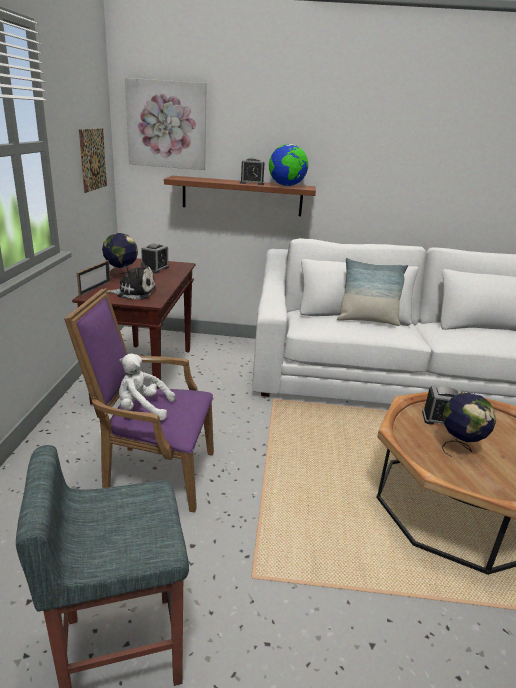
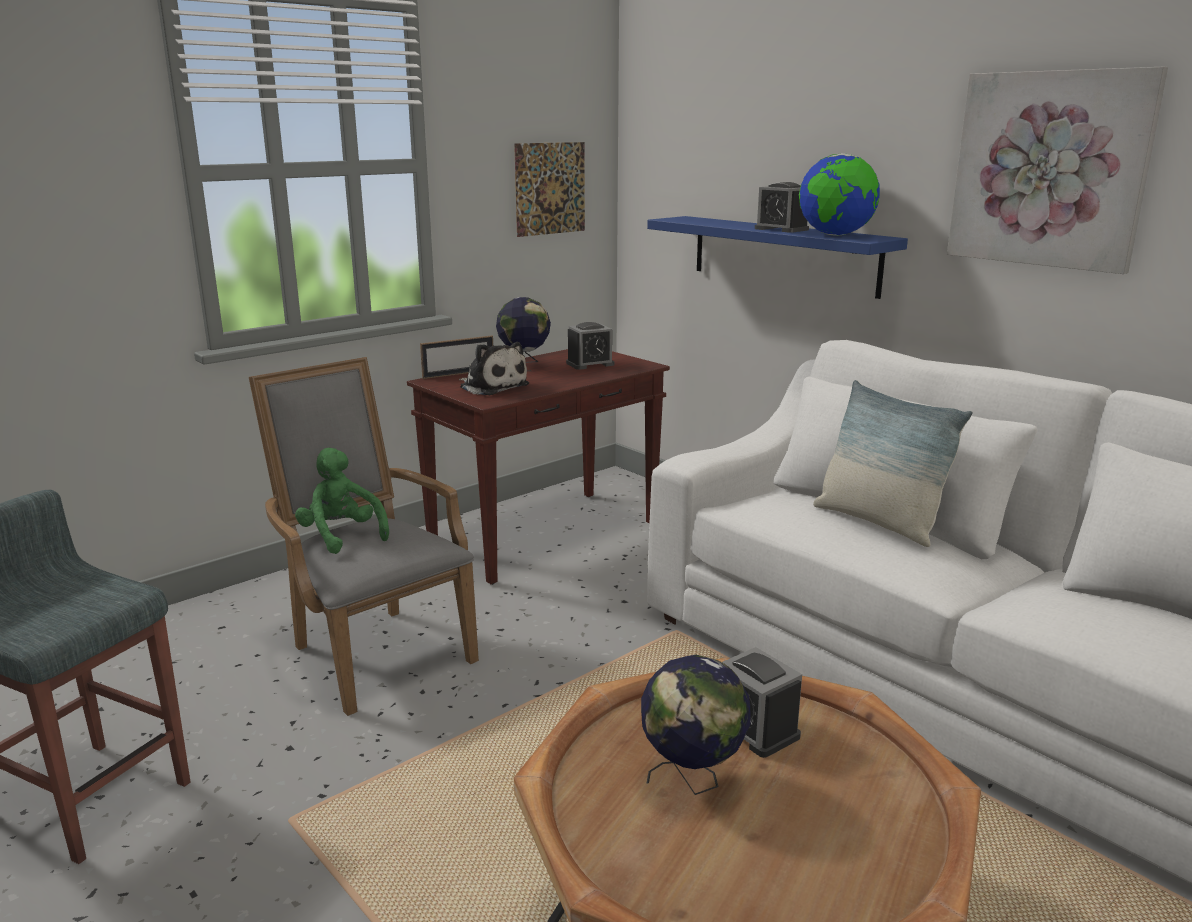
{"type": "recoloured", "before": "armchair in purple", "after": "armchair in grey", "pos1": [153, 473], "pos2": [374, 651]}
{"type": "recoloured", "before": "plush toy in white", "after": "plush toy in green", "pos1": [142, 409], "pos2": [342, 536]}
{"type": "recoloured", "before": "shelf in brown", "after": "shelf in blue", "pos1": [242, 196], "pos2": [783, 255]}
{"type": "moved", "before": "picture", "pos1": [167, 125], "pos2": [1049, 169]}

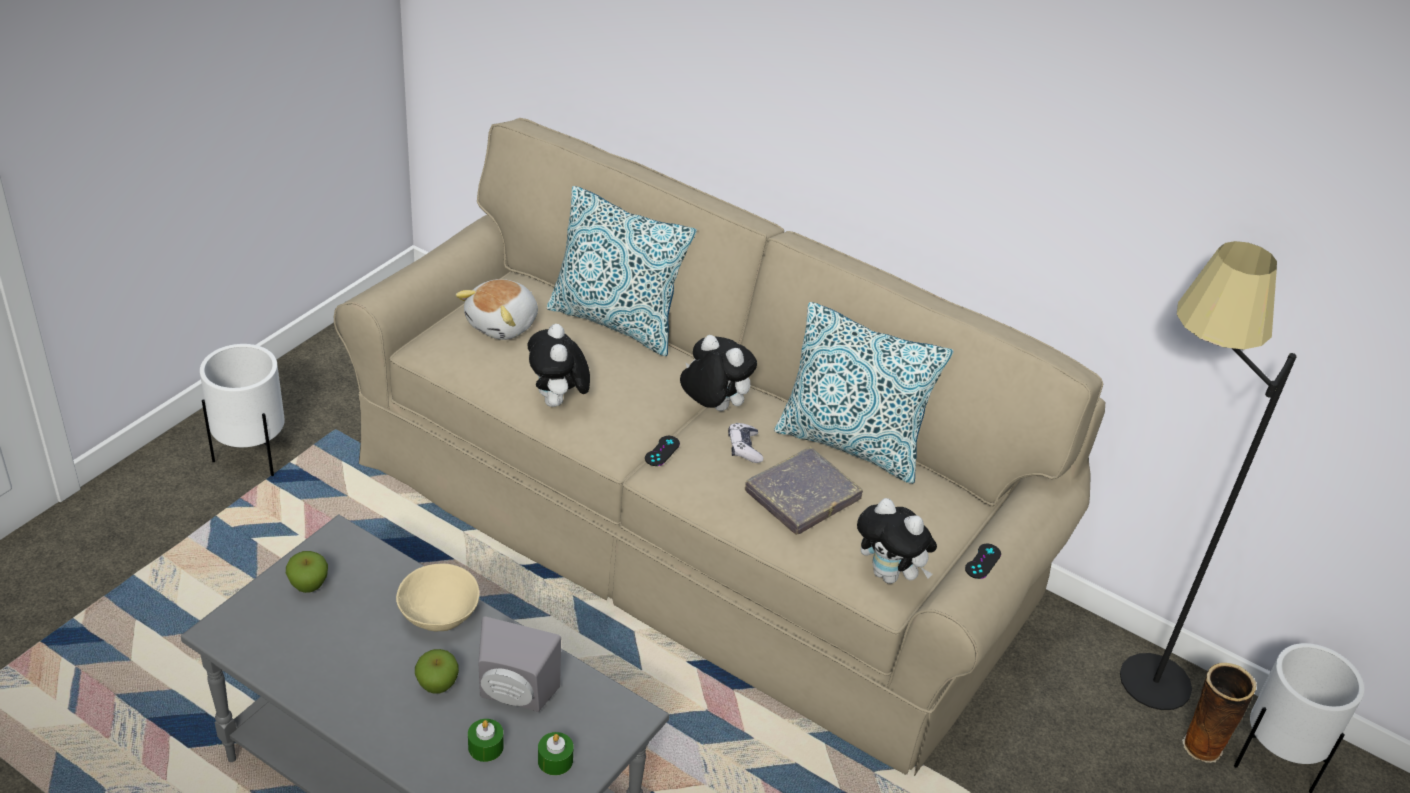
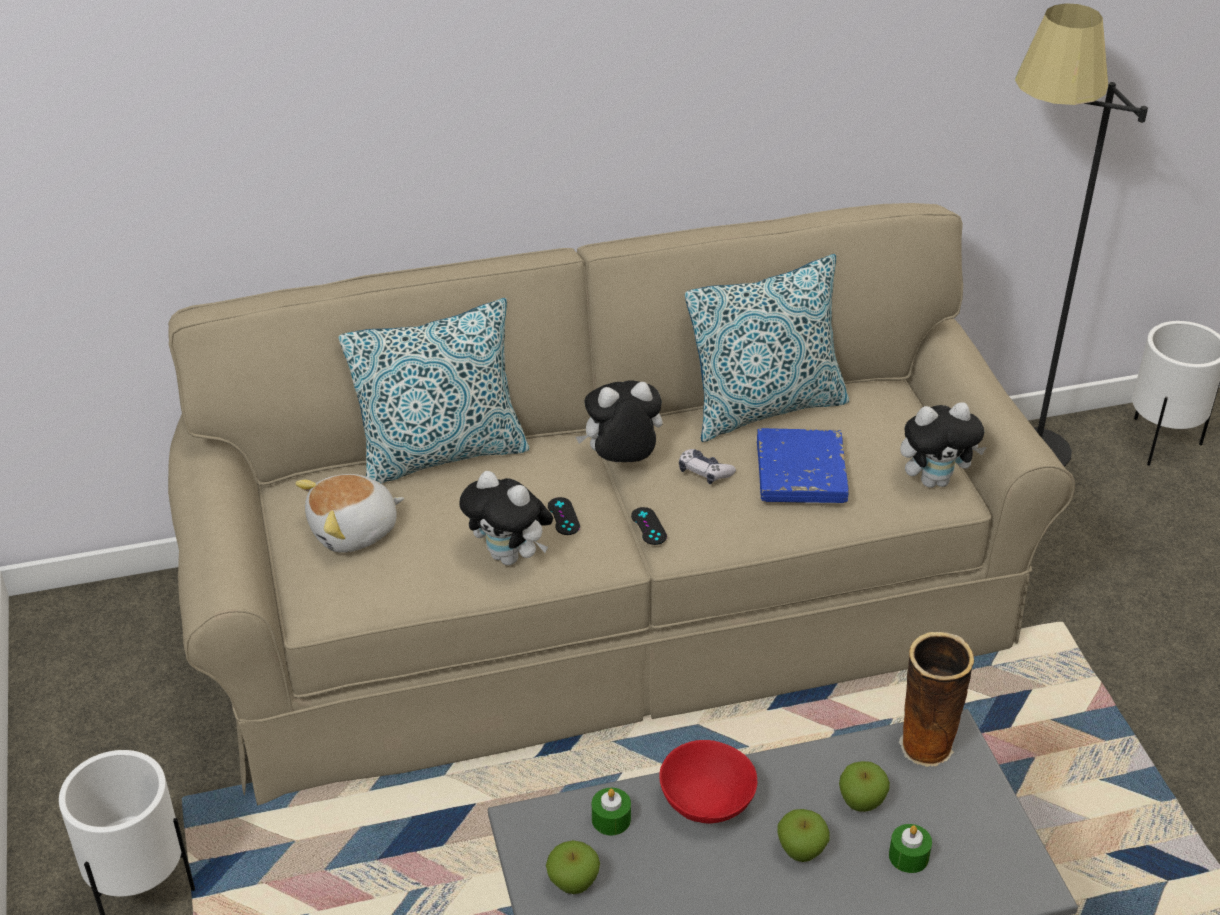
{"type": "turned", "before": "plush toy", "pos1": [503, 324], "pos2": [354, 531], "turn": 75}
{"type": "moved", "before": "game controller in black", "pos1": [982, 561], "pos2": [563, 516]}
{"type": "moved", "before": "candle in green", "pos1": [555, 760], "pos2": [611, 819]}
{"type": "recoloured", "before": "bowl in beige", "after": "bowl in red", "pos1": [438, 614], "pos2": [706, 802]}
{"type": "recoloured", "before": "book in grey", "after": "book in blue", "pos1": [802, 496], "pos2": [800, 472]}
{"type": "replaced", "before": "speaker in grey", "after": "apple", "pos1": [513, 696], "pos2": [861, 802]}
{"type": "moved", "before": "vase", "pos1": [1200, 746], "pos2": [925, 748]}

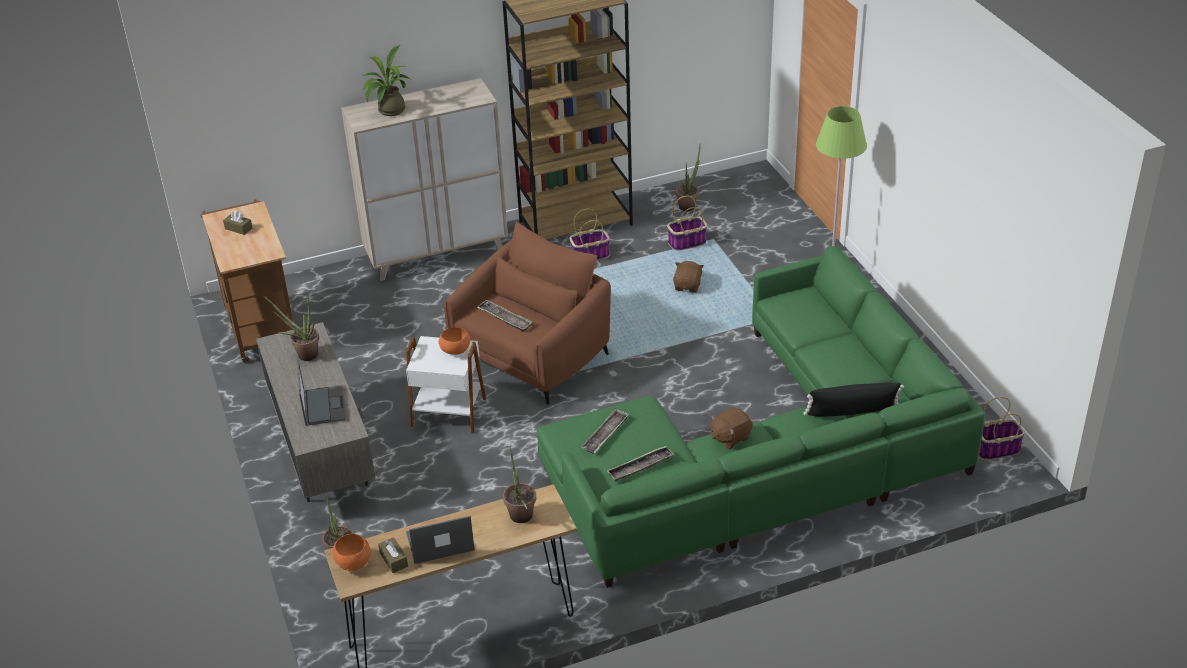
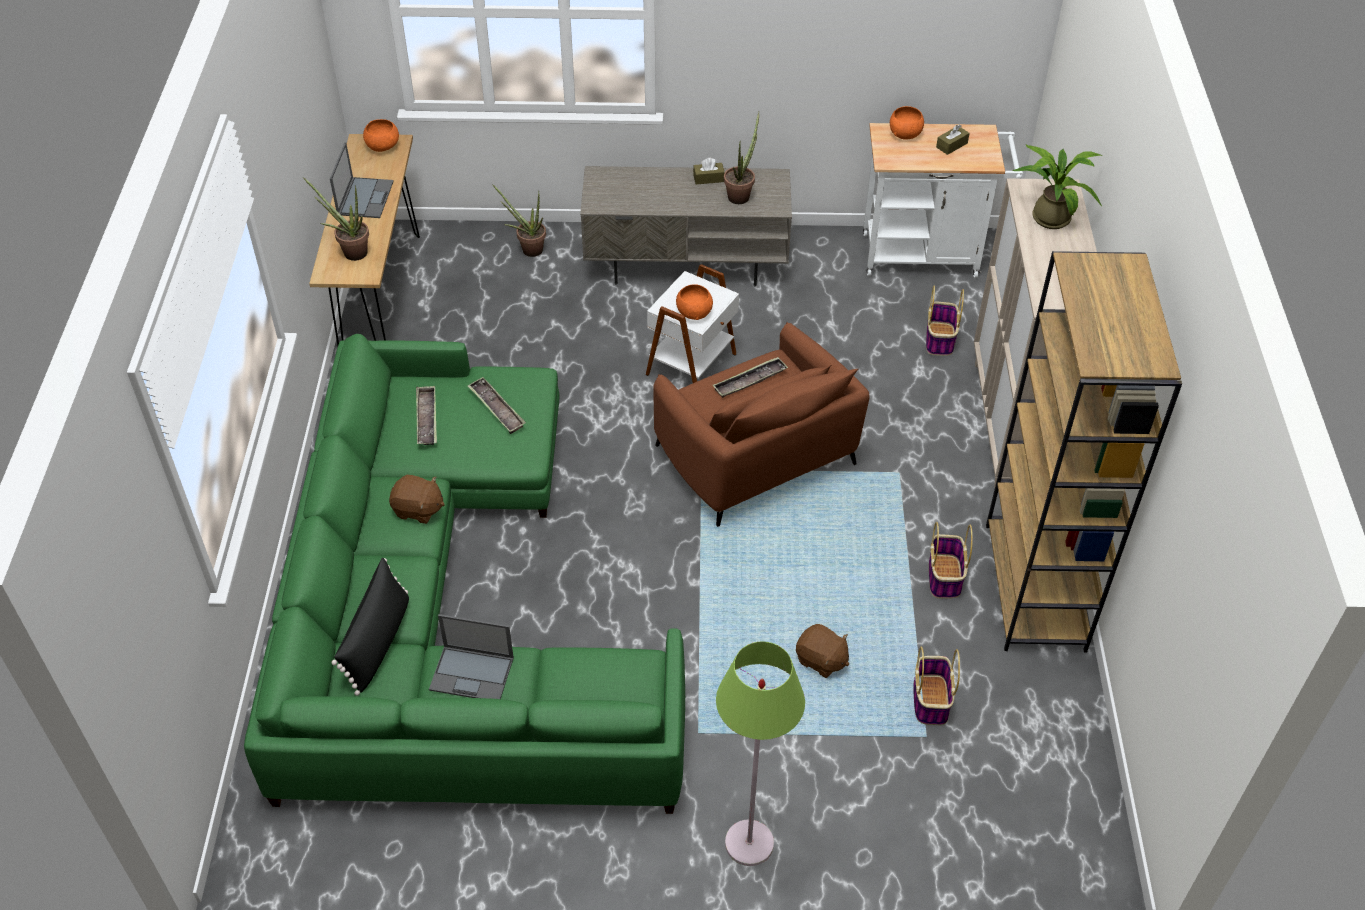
{"type": "turned", "before": "plush toy in brown", "pos1": [730, 437], "pos2": [418, 510], "turn": 120}
{"type": "moved", "before": "laptop", "pos1": [323, 405], "pos2": [473, 673]}
{"type": "moved", "before": "tissue box in brown", "pos1": [393, 560], "pos2": [708, 178]}
{"type": "recoloured", "before": "cart in brown", "after": "cart in white", "pos1": [260, 325], "pos2": [928, 255]}
{"type": "added", "after": "bowl in orange", "pos2": [905, 134]}
{"type": "moved", "before": "basket", "pos1": [997, 449], "pos2": [940, 340]}
{"type": "removed", "before": "potted plant", "pos1": [688, 205]}

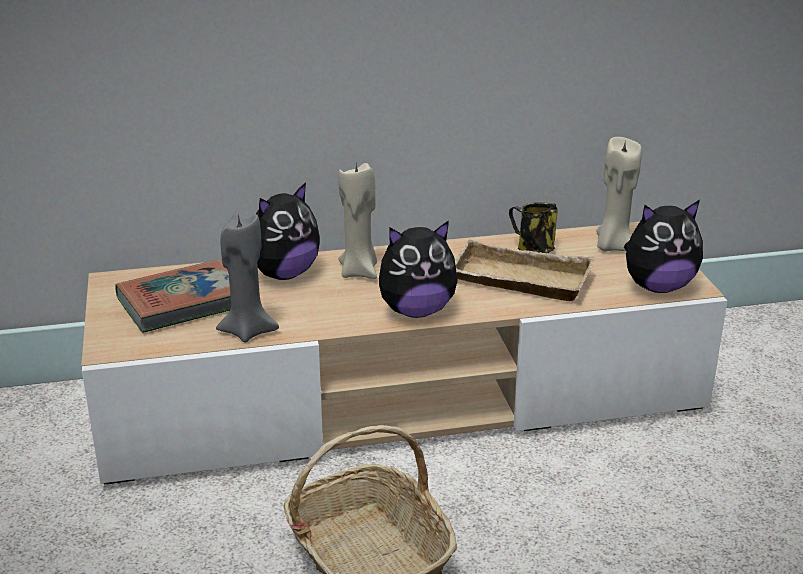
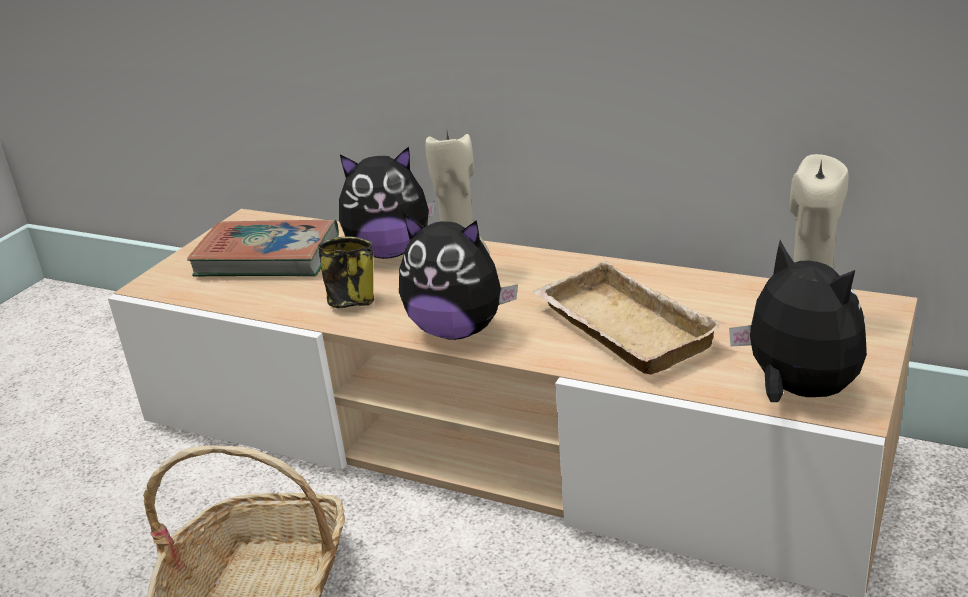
{"type": "moved", "before": "mug", "pos1": [533, 251], "pos2": [350, 300]}
{"type": "turned", "before": "plush toy", "pos1": [658, 287], "pos2": [797, 392], "turn": -150}
{"type": "removed", "before": "candle in grey", "pos1": [248, 331]}

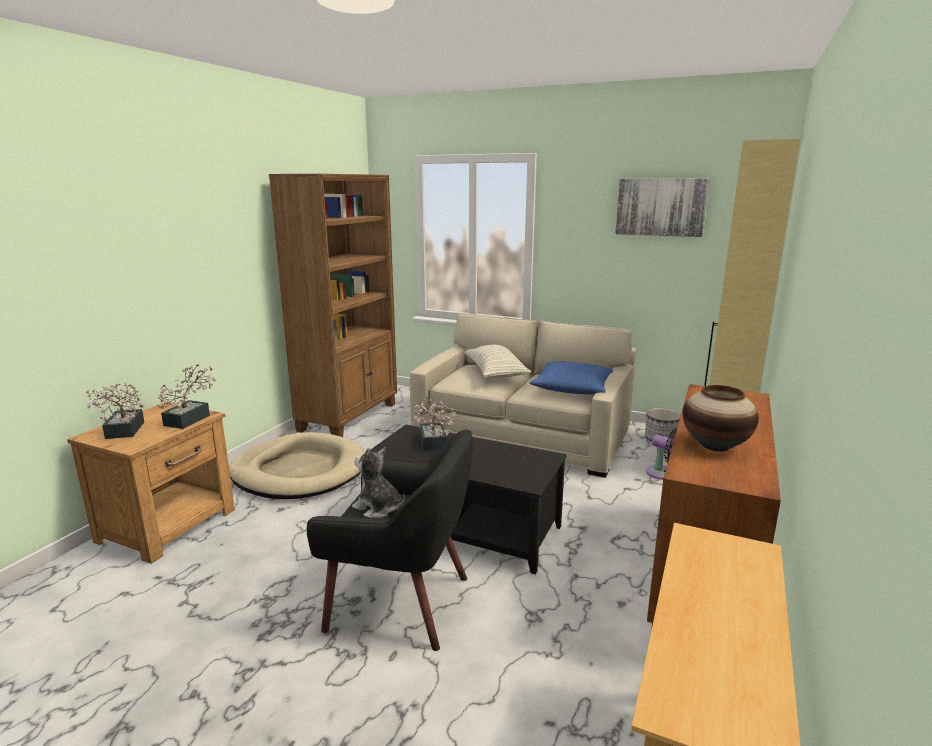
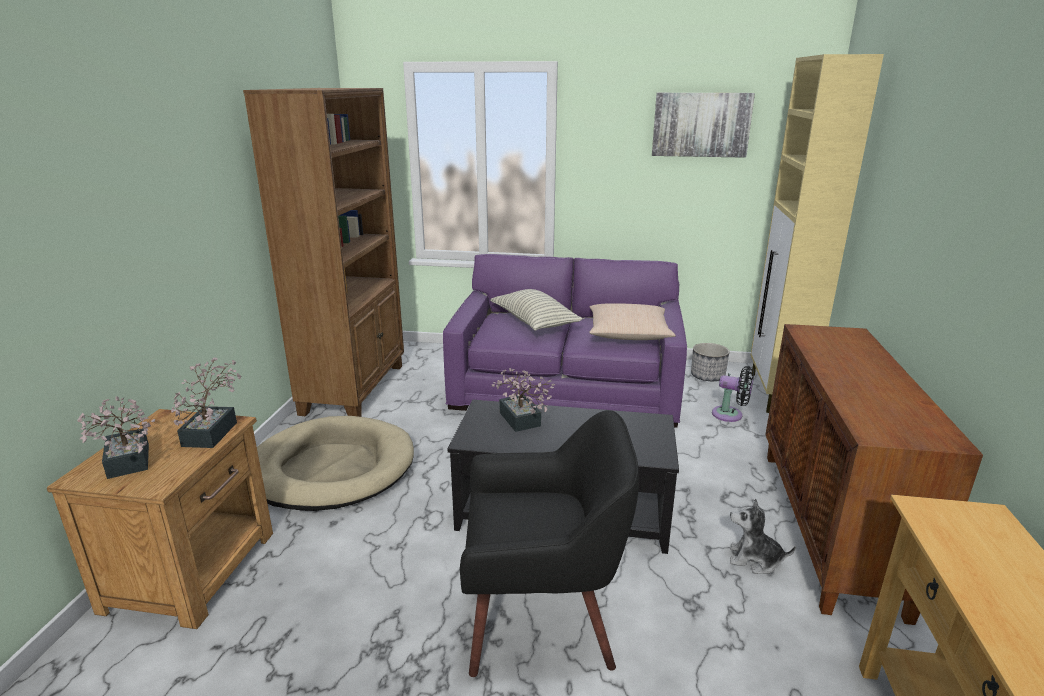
{"type": "recoloured", "before": "sofa in beige", "after": "sofa in purple", "pos1": [524, 434], "pos2": [567, 387]}
{"type": "recoloured", "before": "pillow in blue", "after": "pillow in beige", "pos1": [572, 388], "pos2": [628, 333]}
{"type": "moved", "before": "plush toy", "pos1": [378, 508], "pos2": [754, 560]}
{"type": "removed", "before": "vase", "pos1": [715, 446]}

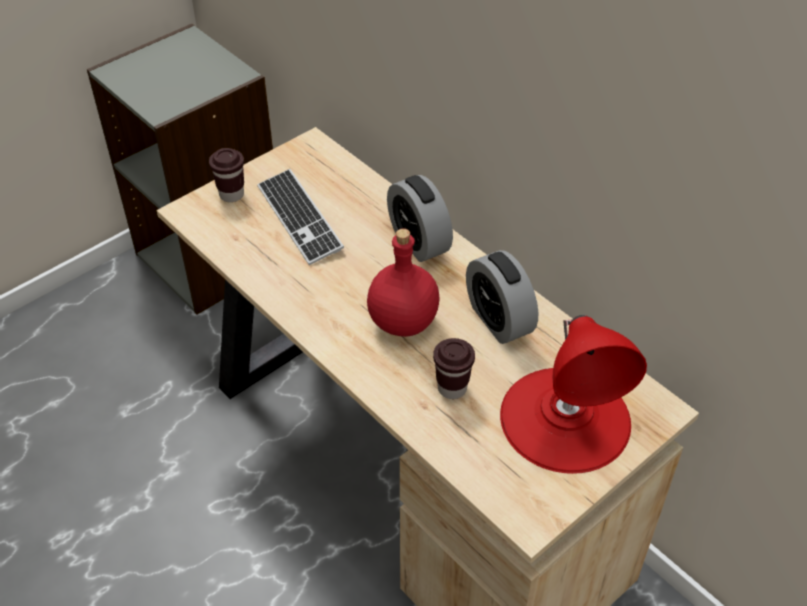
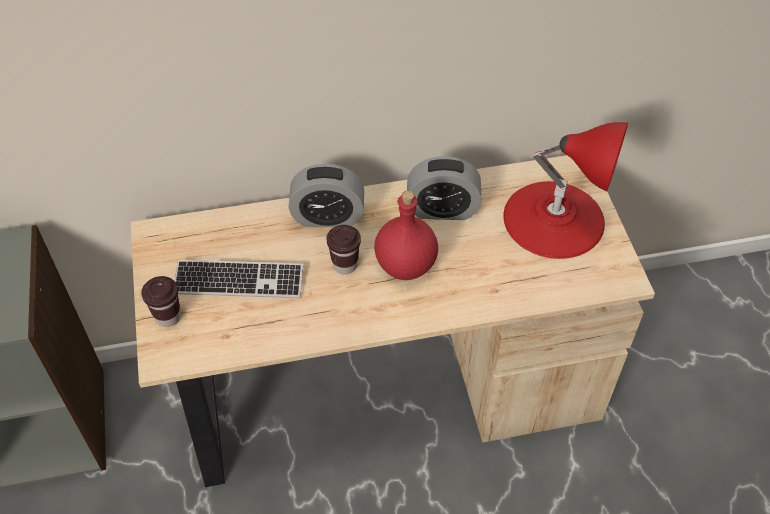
{"type": "moved", "before": "cup in brown", "pos1": [452, 388], "pos2": [345, 265]}

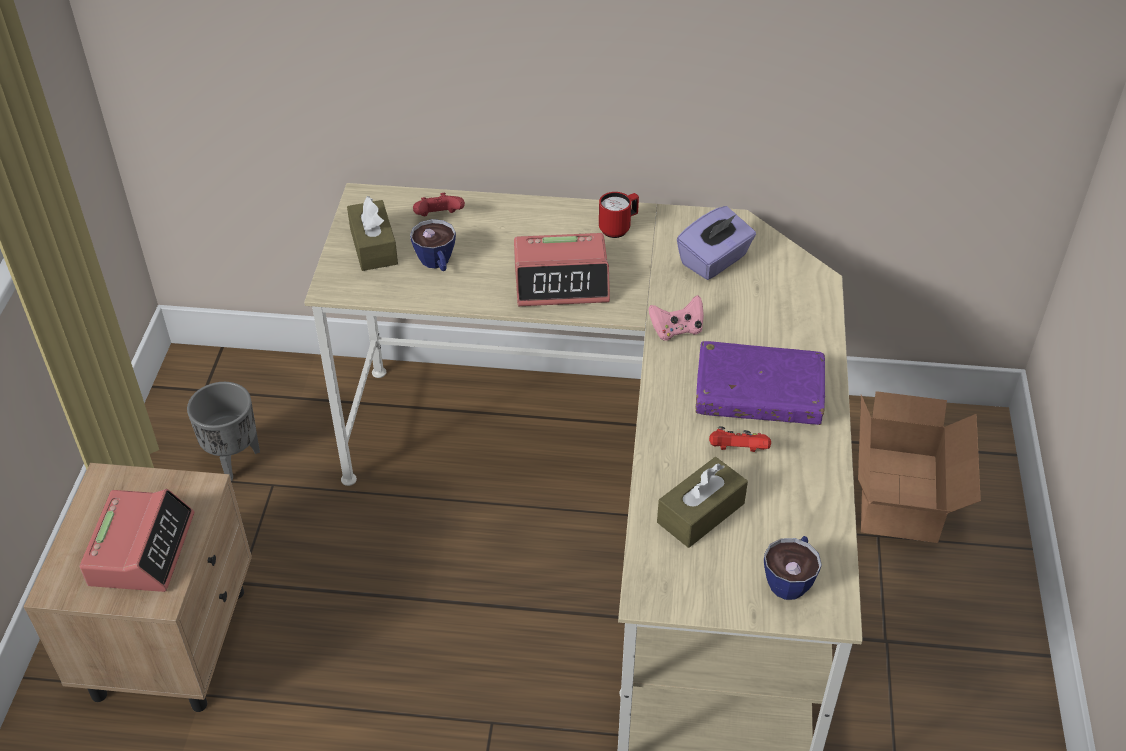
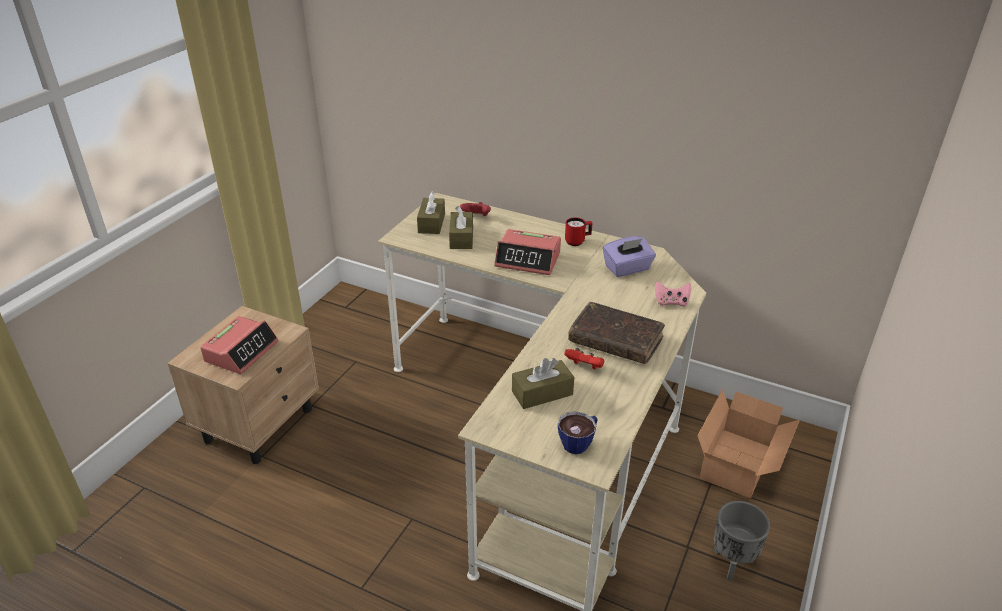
{"type": "replaced", "before": "cup", "after": "tissue box in brown", "pos1": [437, 264], "pos2": [461, 238]}
{"type": "recoloured", "before": "book in purple", "after": "book in brown", "pos1": [758, 394], "pos2": [615, 341]}
{"type": "moved", "before": "game controller in pink", "pos1": [676, 330], "pos2": [671, 302]}
{"type": "moved", "before": "planter in grey", "pos1": [233, 459], "pos2": [731, 563]}

